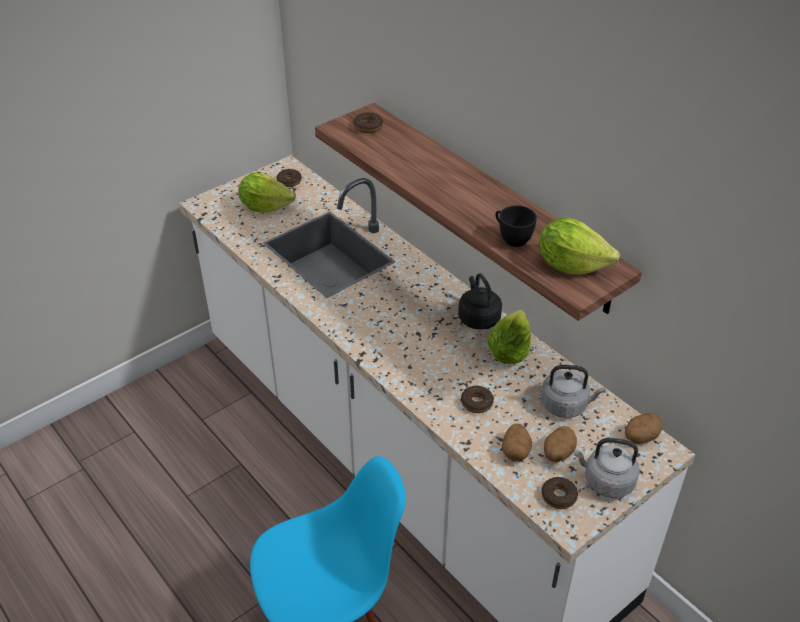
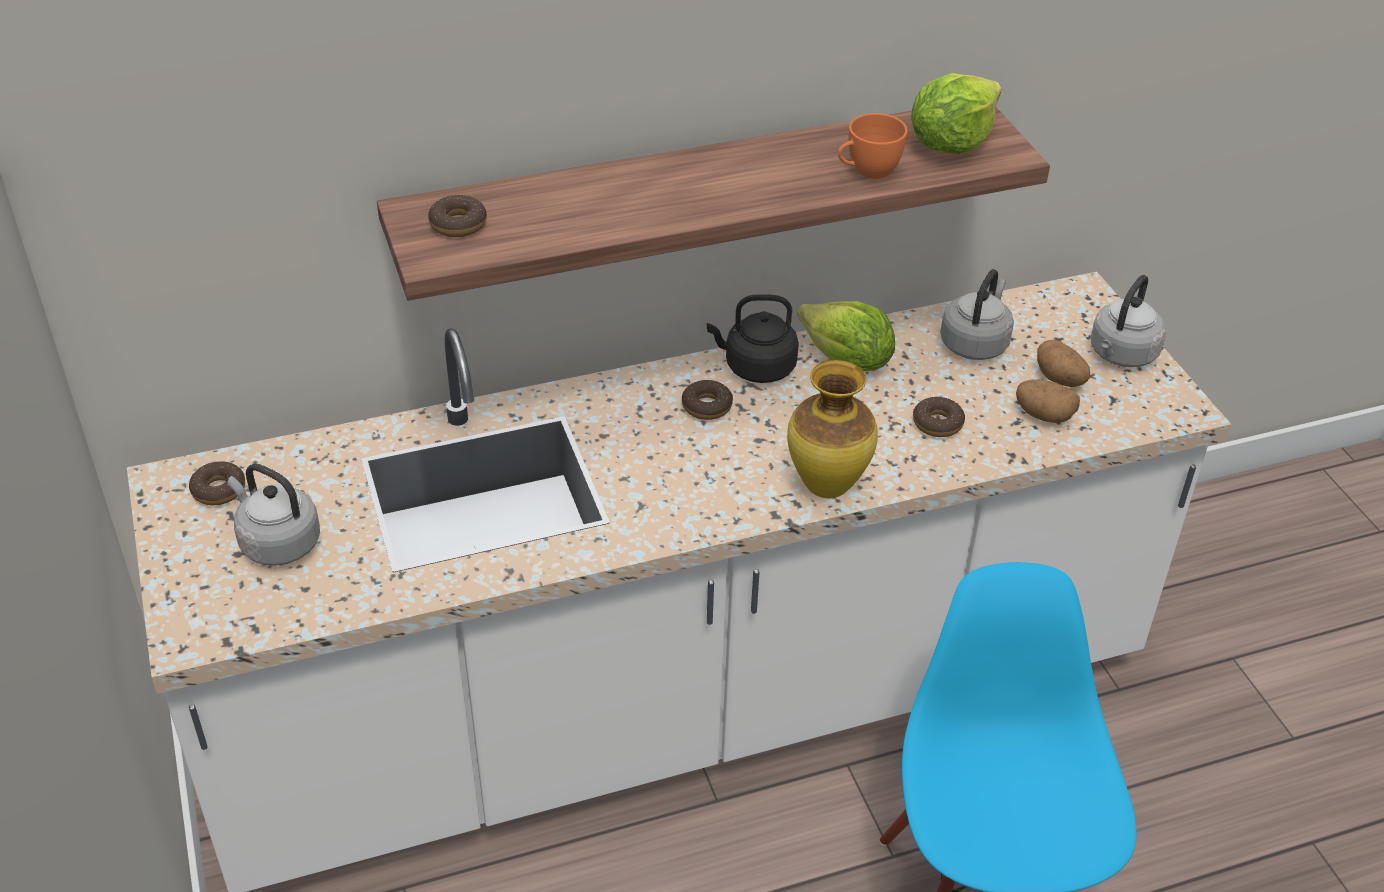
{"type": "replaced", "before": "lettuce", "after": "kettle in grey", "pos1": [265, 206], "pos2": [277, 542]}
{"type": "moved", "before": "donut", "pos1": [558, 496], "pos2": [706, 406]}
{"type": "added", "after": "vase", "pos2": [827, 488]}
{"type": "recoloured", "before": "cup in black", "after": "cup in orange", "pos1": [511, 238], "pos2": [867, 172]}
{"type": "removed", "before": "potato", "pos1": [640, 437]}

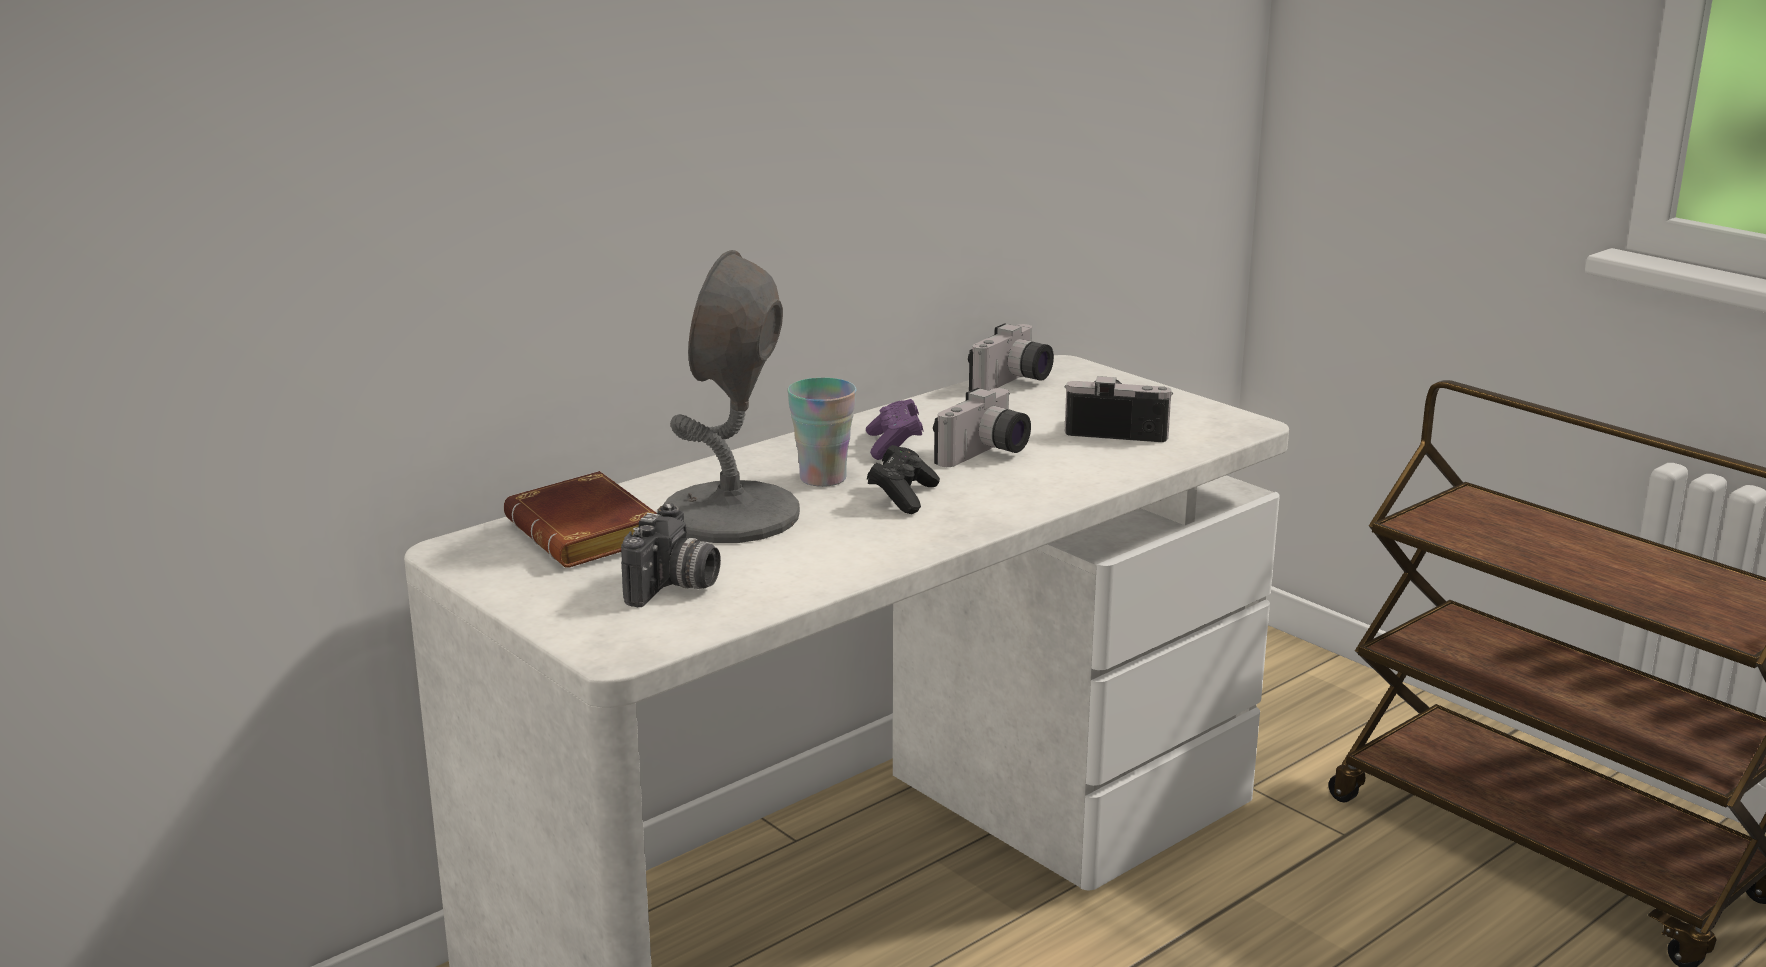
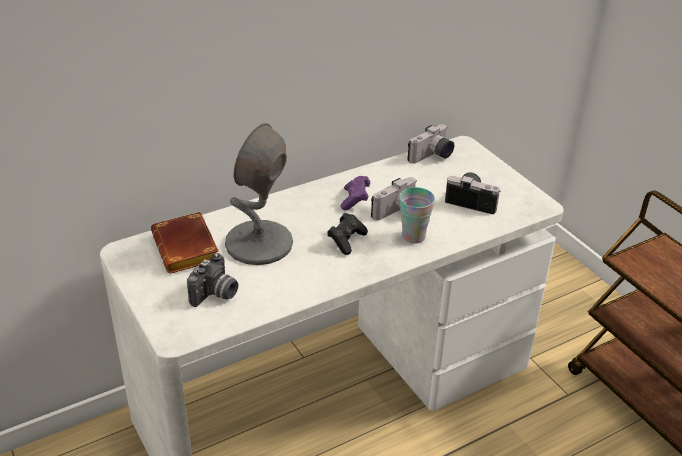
{"type": "moved", "before": "cup", "pos1": [823, 478], "pos2": [413, 236]}

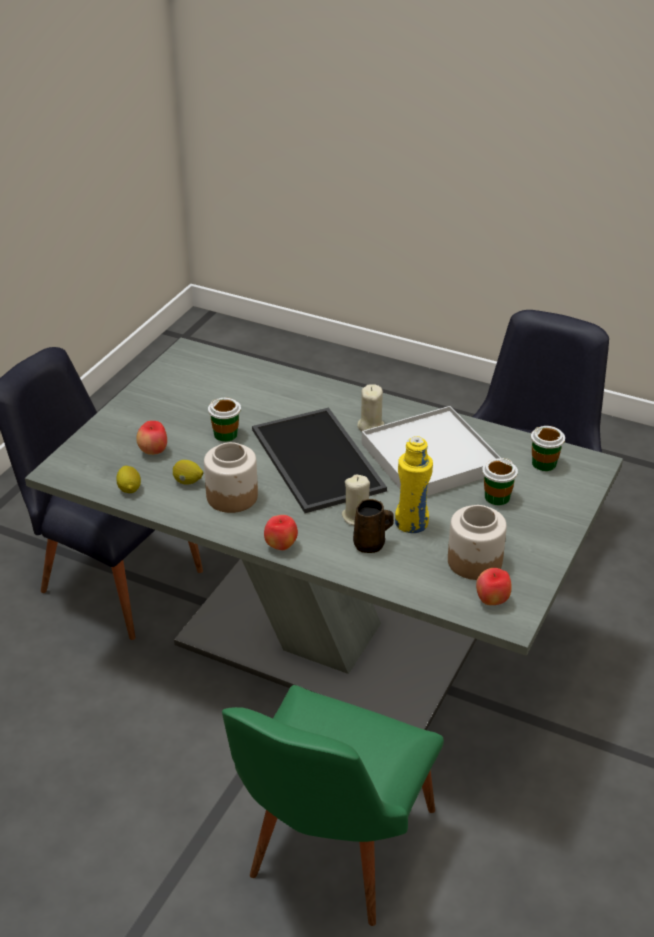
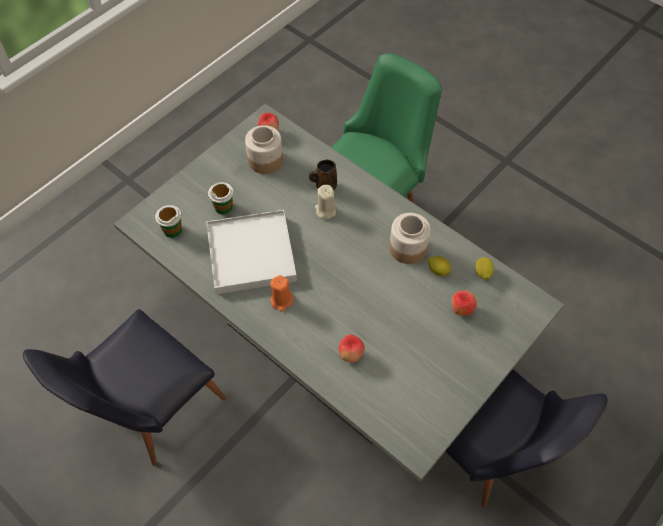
{"type": "recoloured", "before": "candle in beige", "after": "candle in orange", "pos1": [370, 425], "pos2": [281, 301]}
{"type": "moved", "before": "apple", "pos1": [281, 546], "pos2": [351, 355]}
{"type": "removed", "before": "cup", "pos1": [226, 434]}
{"type": "removed", "before": "tray", "pos1": [314, 459]}
{"type": "removed", "before": "bottle in yellow", "pos1": [411, 523]}

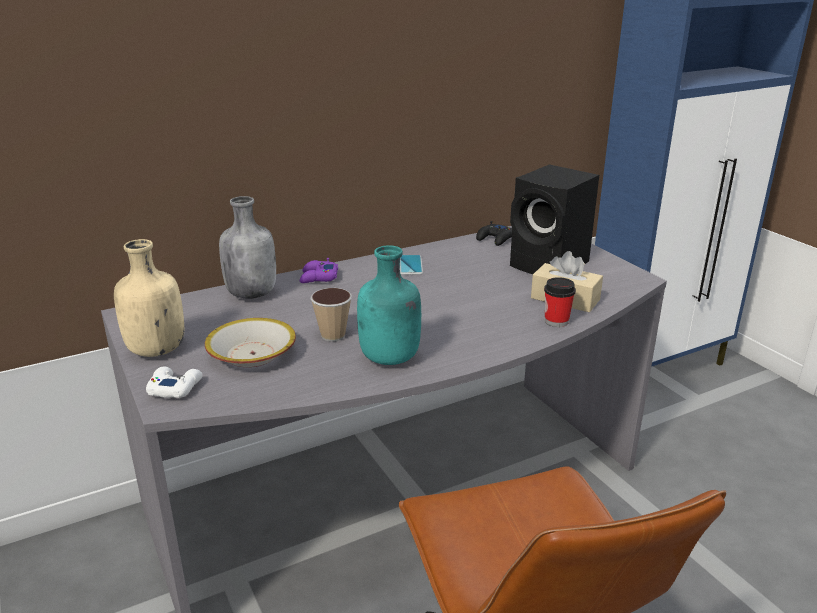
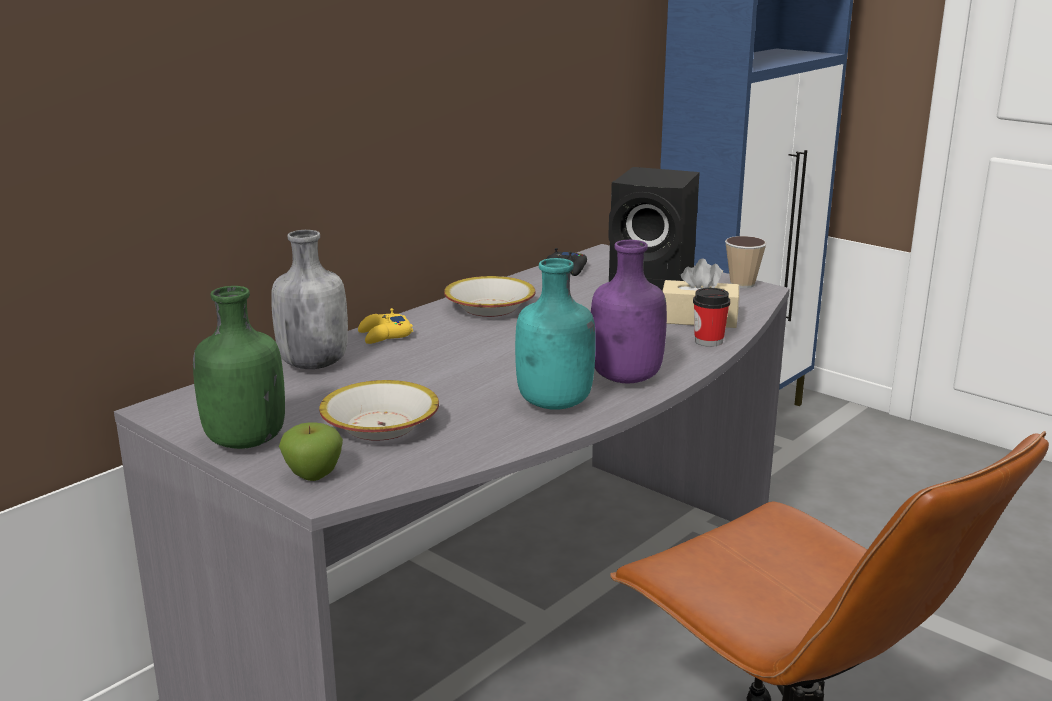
{"type": "recoloured", "before": "bottle in beige", "after": "bottle in green", "pos1": [155, 350], "pos2": [243, 441]}
{"type": "replaced", "before": "game controller in white", "after": "apple", "pos1": [174, 387], "pos2": [313, 475]}
{"type": "recoloured", "before": "game controller in purple", "after": "game controller in yellow", "pos1": [318, 277], "pos2": [384, 335]}
{"type": "replaced", "before": "phone", "after": "bowl", "pos1": [410, 265], "pos2": [489, 308]}
{"type": "added", "after": "bottle in purple", "pos2": [627, 378]}
{"type": "moved", "before": "cup", "pos1": [333, 335], "pos2": [742, 284]}

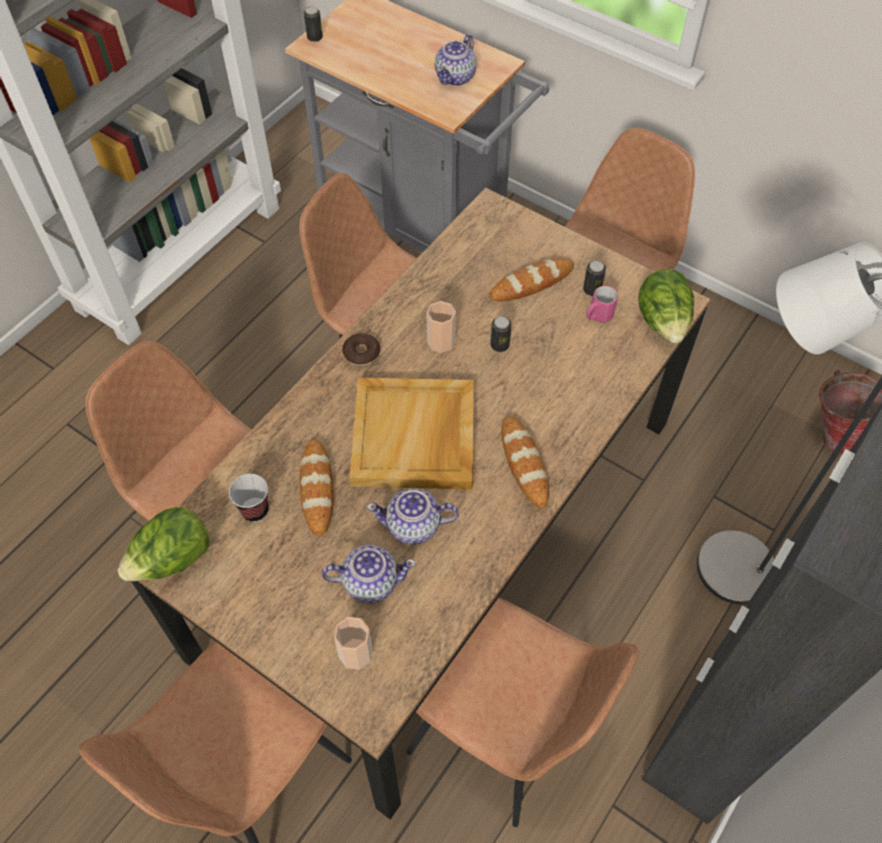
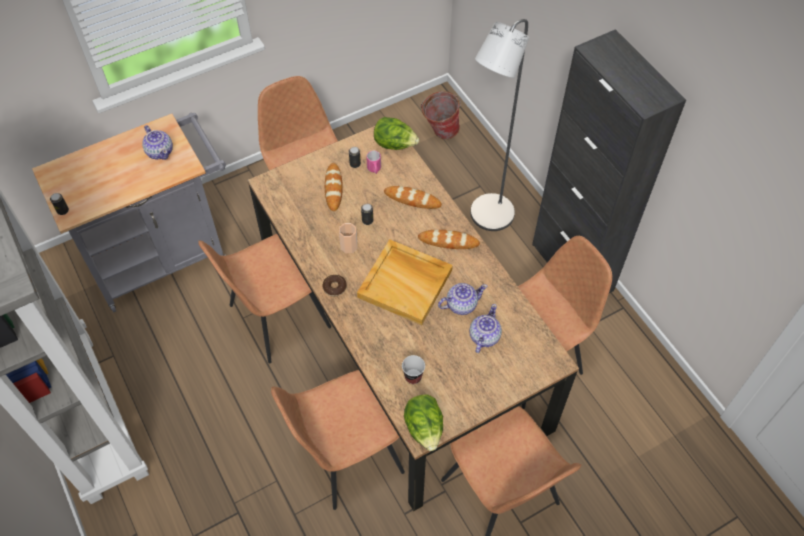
{"type": "moved", "before": "bread", "pos1": [317, 488], "pos2": [412, 199]}
{"type": "turned", "before": "teapot", "pos1": [414, 526], "pos2": [461, 304], "turn": -135}
{"type": "removed", "before": "cup", "pos1": [355, 653]}

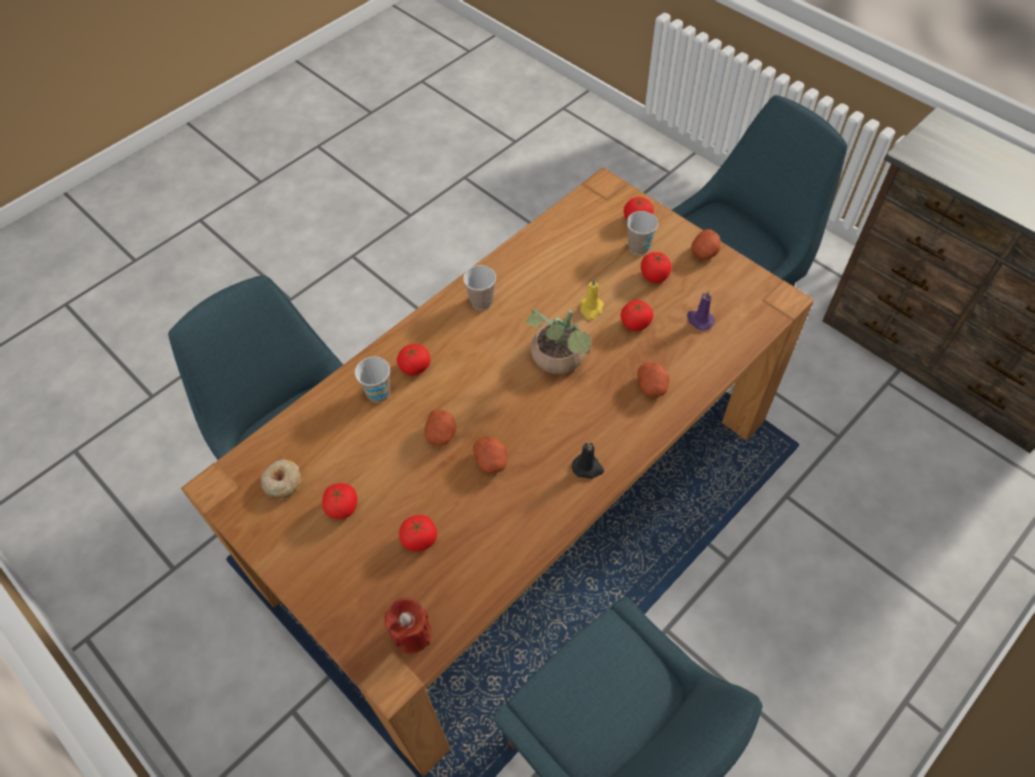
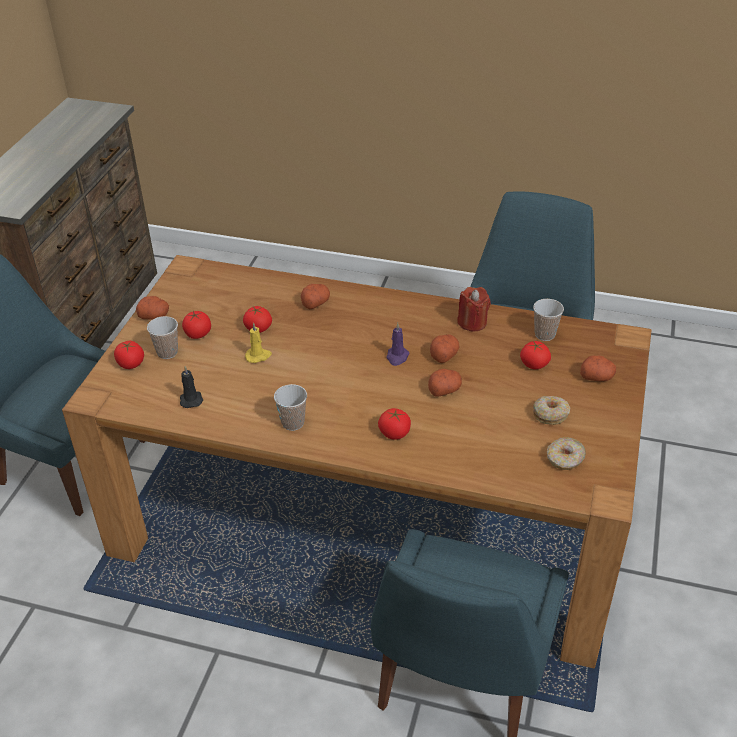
{"type": "moved", "before": "candle in black", "pos1": [588, 468], "pos2": [191, 399]}
{"type": "moved", "before": "candle in purple", "pos1": [699, 320], "pos2": [397, 357]}
{"type": "moved", "before": "candle in red", "pos1": [412, 633], "pos2": [472, 322]}
{"type": "moved", "before": "cup", "pos1": [378, 393], "pos2": [544, 334]}
{"type": "replaced", "before": "tomato", "after": "donut", "pos1": [342, 507], "pos2": [550, 414]}
{"type": "added", "after": "potato", "pos2": [597, 377]}
{"type": "removed", "before": "potted plant", "pos1": [560, 361]}

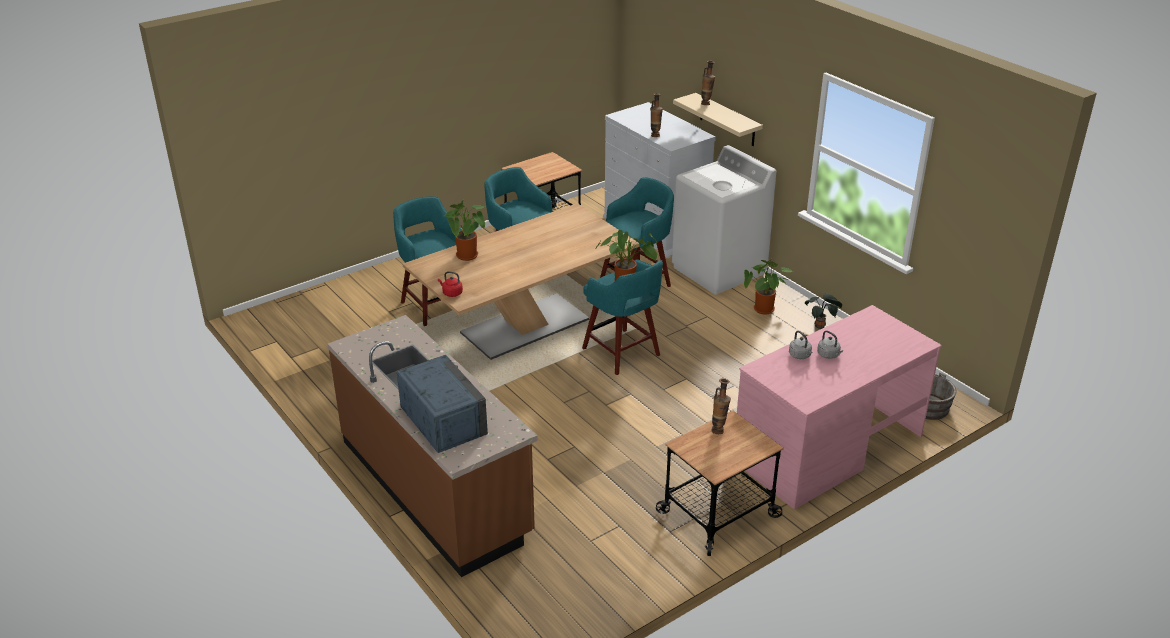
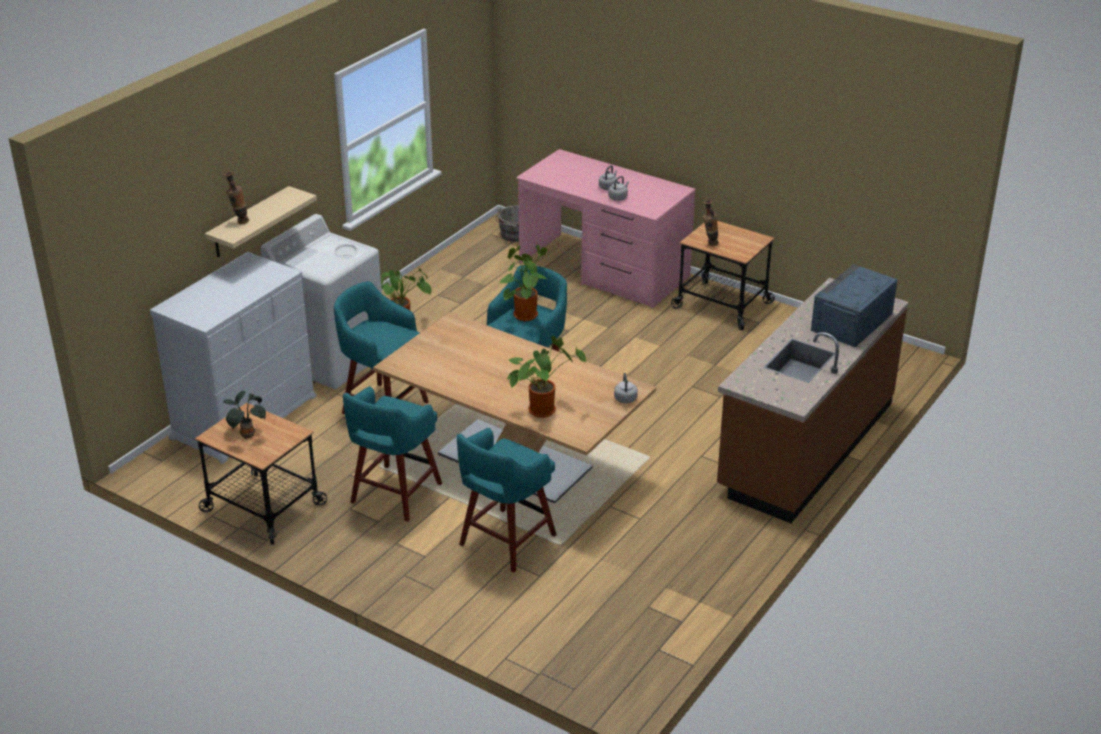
{"type": "moved", "before": "potted plant", "pos1": [820, 326], "pos2": [246, 434]}
{"type": "recoloured", "before": "kettle in red", "after": "kettle in grey", "pos1": [451, 293], "pos2": [625, 400]}
{"type": "removed", "before": "vase", "pos1": [655, 135]}

